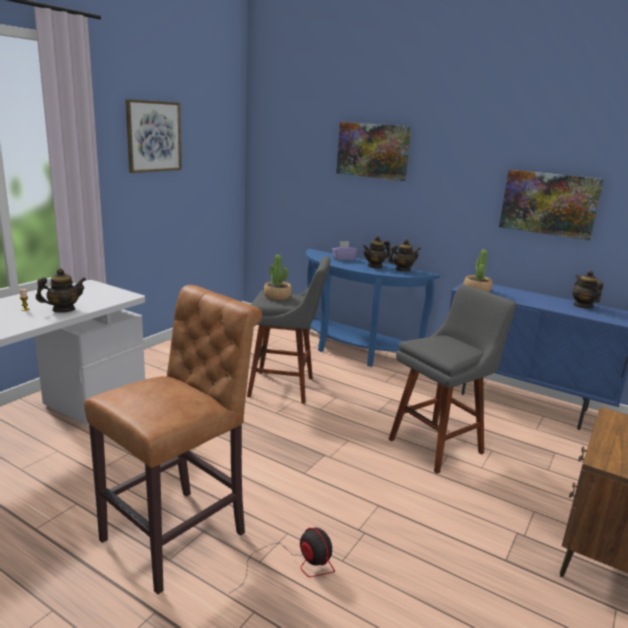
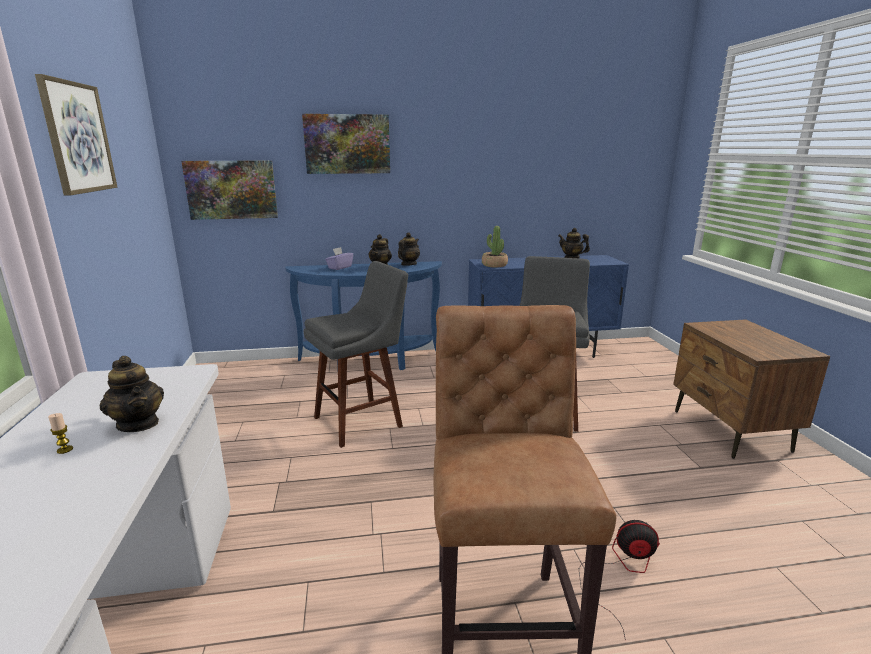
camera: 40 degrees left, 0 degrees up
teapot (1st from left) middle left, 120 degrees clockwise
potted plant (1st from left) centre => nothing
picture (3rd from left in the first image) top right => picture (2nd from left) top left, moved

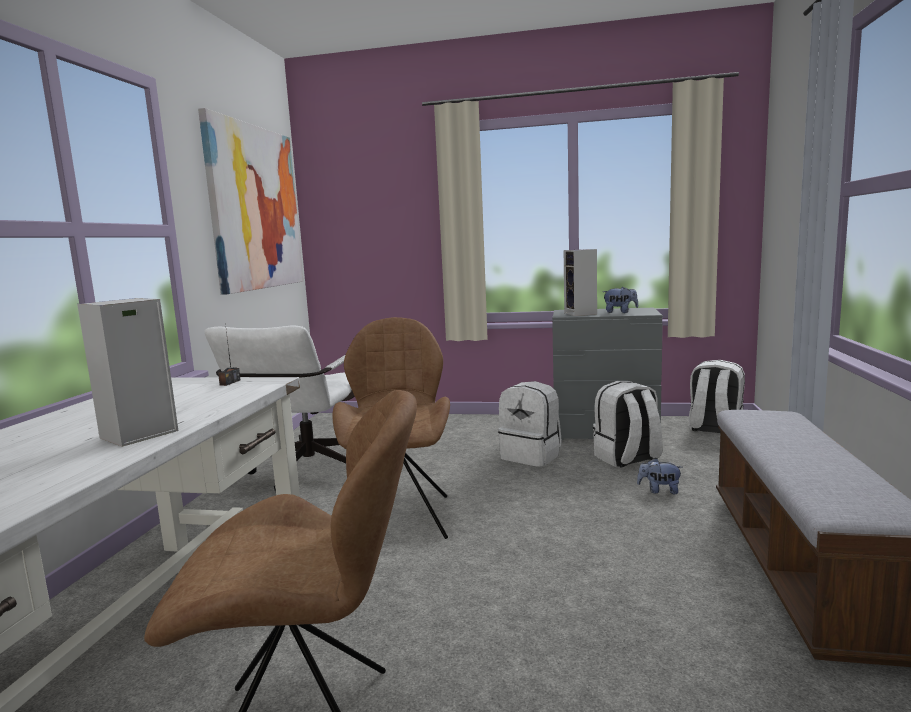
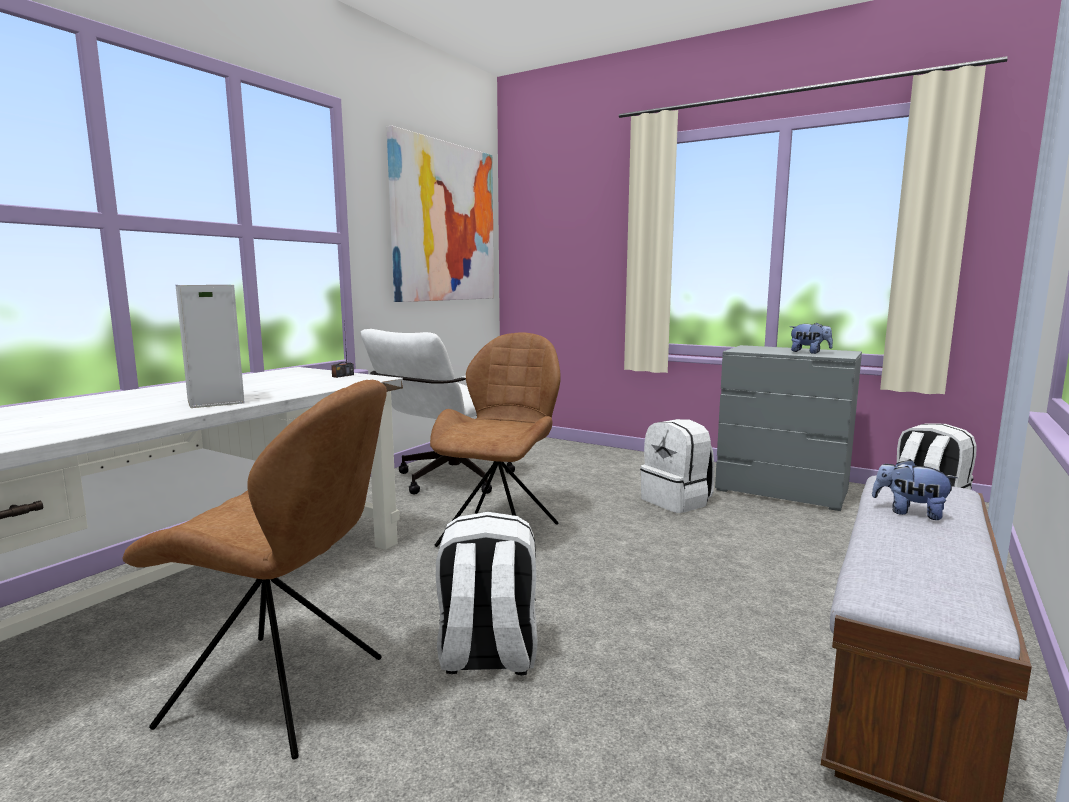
camera: 20 degrees right, 0 degrees up
speaker (2nd from left) centre => nothing
backpack in white (2nd from left in the first image) middle right => backpack in white (1st from left) bottom centre, moved
plush toy (2nd from left) bottom right => plush toy (2nd from left) middle right, moved

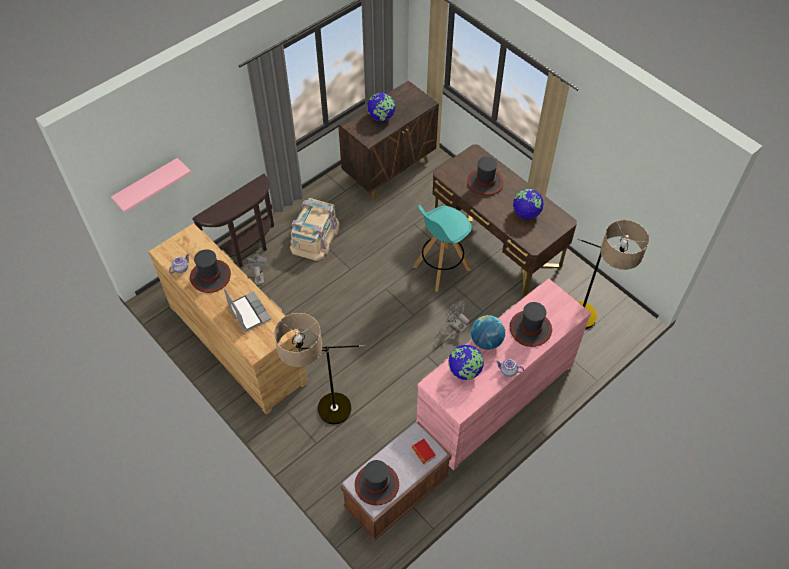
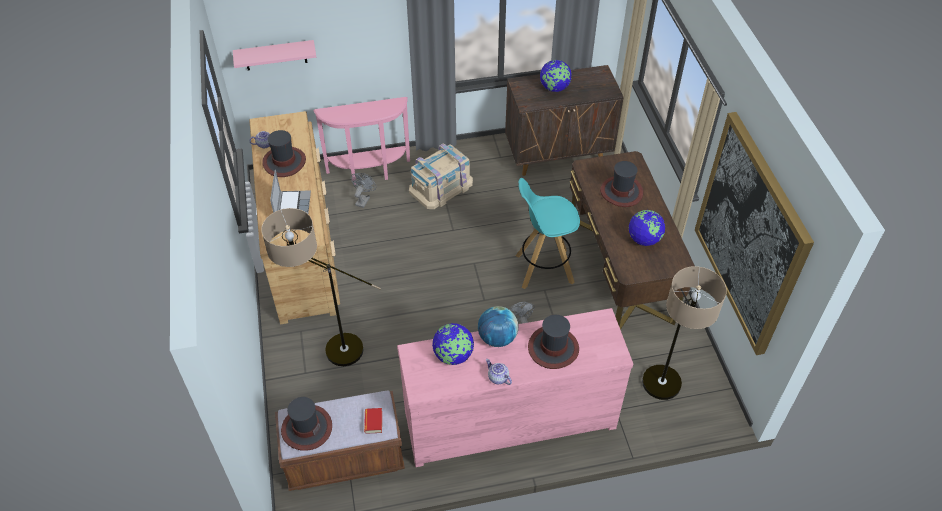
camera: 30 degrees right, 5 degrees down
console table in brown middle left => console table in pink top centre
nothing => picture middle right

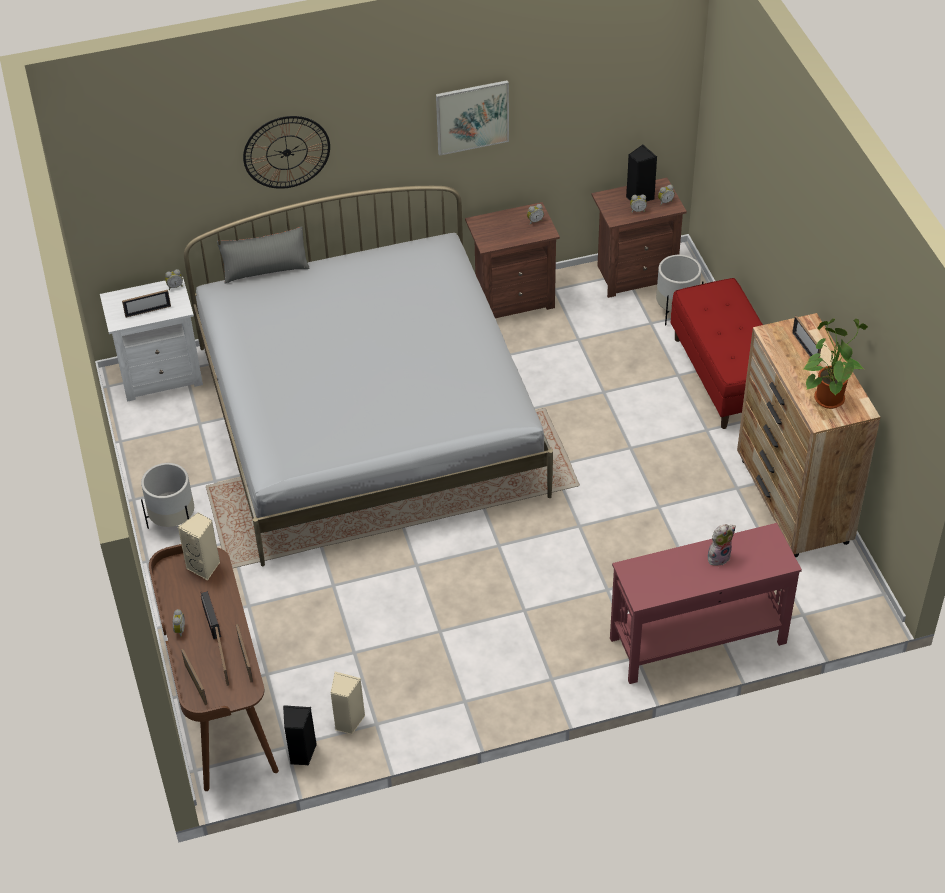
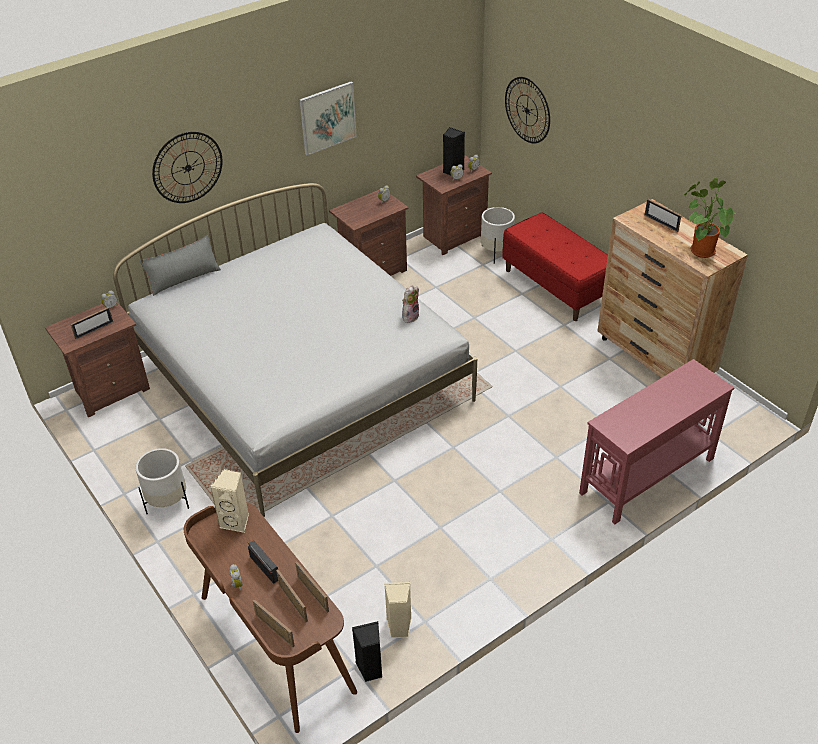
camera: 20 degrees left, 5 degrees down
nightstand in white middle left => nightstand in brown (1st from left) middle left
plush toy middle right => plush toy centre, moved
nothing => wall clock (2nd from left) top centre

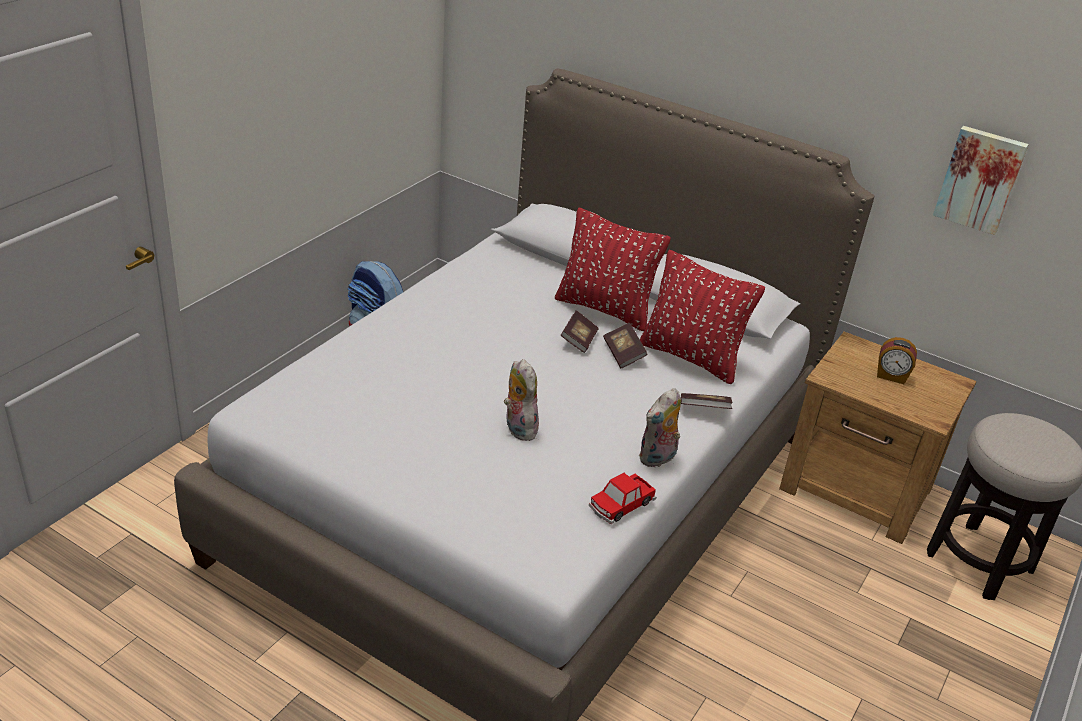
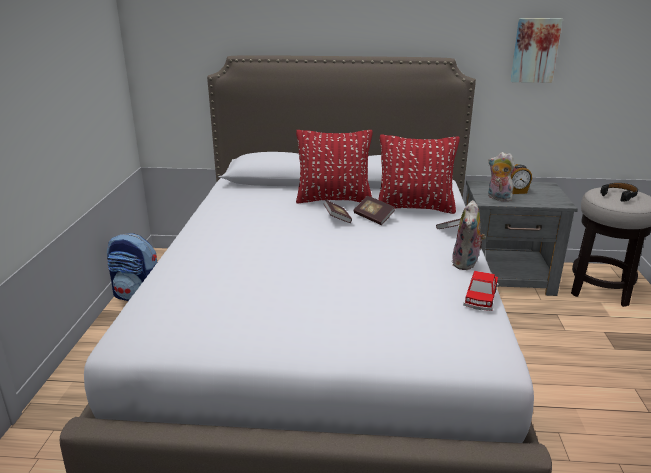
camera: 25 degrees left, 10 degrees down
plush toy (1st from left in the first image) centre => plush toy (2nd from left) middle right, moved
nightstand in brown middle right => nightstand in grey middle right
nothing => headphones in black middle right

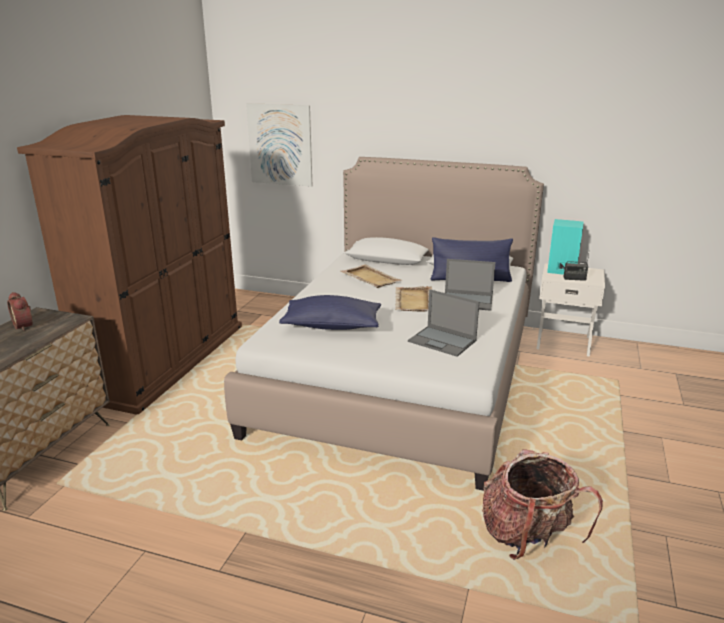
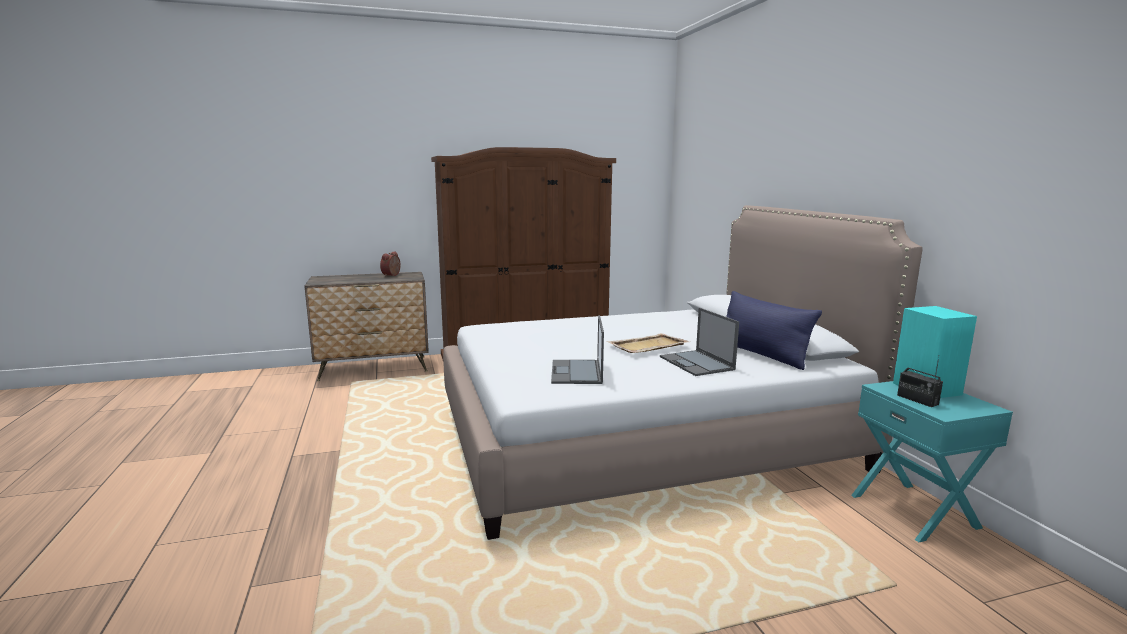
camera: 55 degrees right, 10 degrees down
picture top centre => nothing
pillow in blue (1st from left) centre => nothing
tray in beige (1st from left) centre => nothing
backpack bottom right => nothing
nightstand in white middle right => nightstand in turquoise bottom right

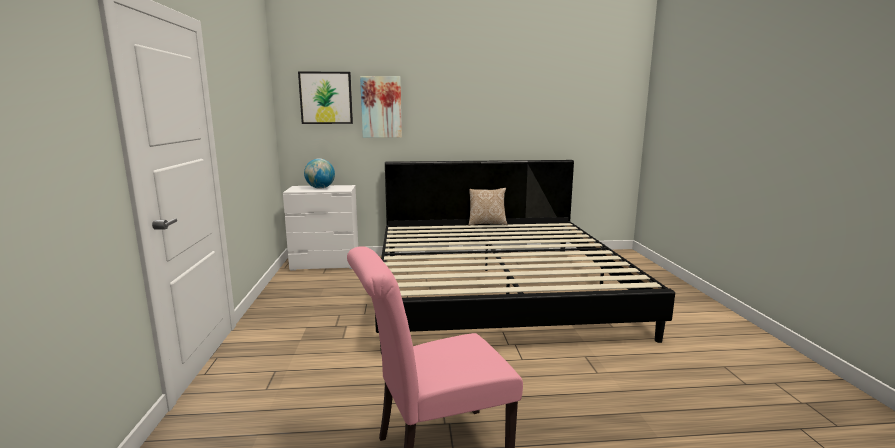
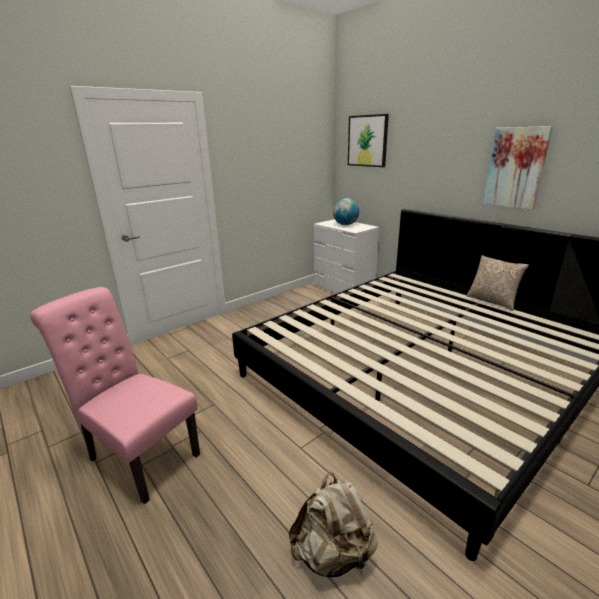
camera: 55 degrees right, 10 degrees up
picture (2nd from left) top centre => picture (2nd from left) top right, moved
nothing => backpack in beige bottom centre

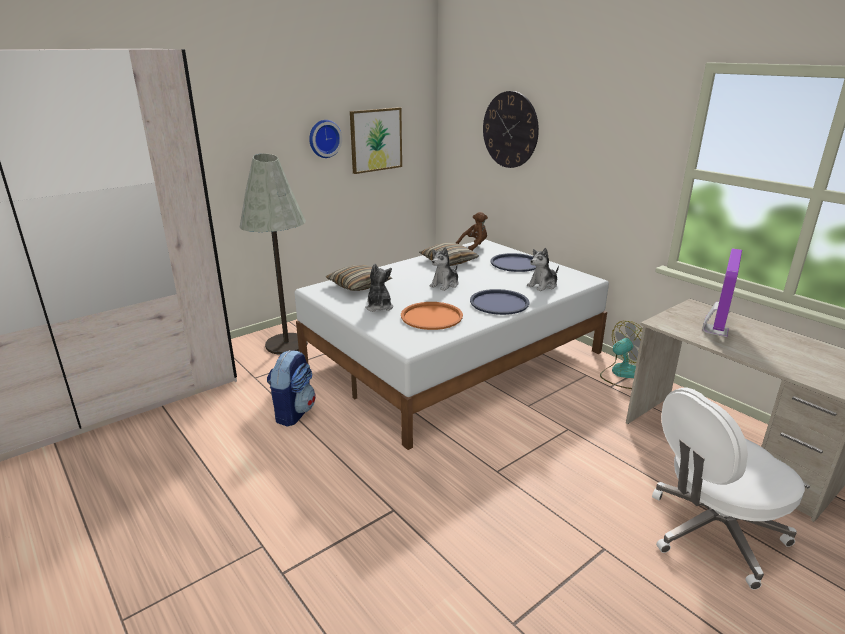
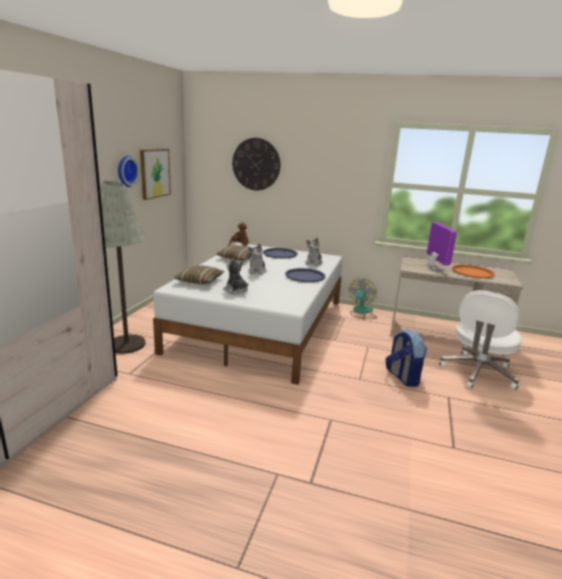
camera: 35 degrees left, 5 degrees down
backpack centre => backpack middle right, moved
tray in orange centre => tray in orange middle right, moved

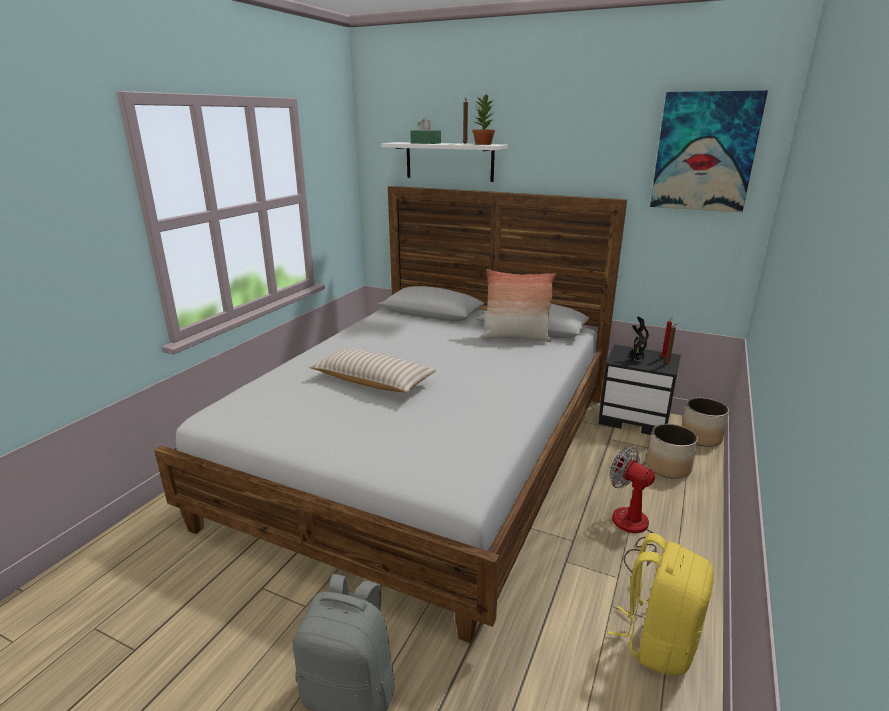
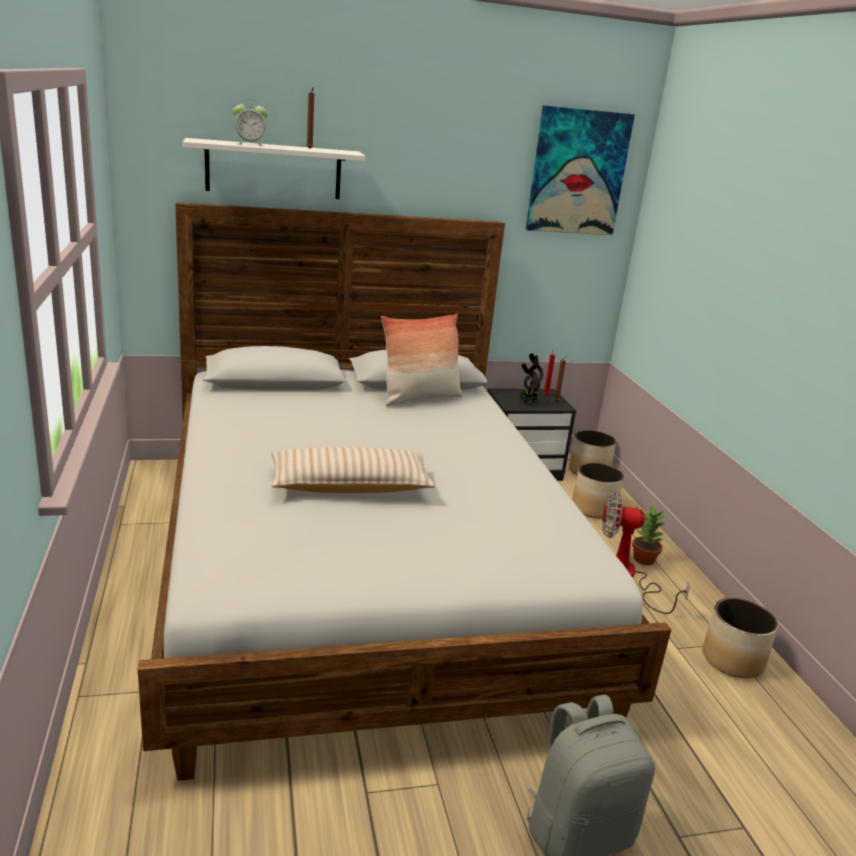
camera: 40 degrees left, 0 degrees up
tissue box in green top centre => alarm clock top left
potted plant (1st from left in the first image) top centre => potted plant (2nd from left) middle right, moved
backpack in yellow bottom right => planter (3rd from left) bottom right

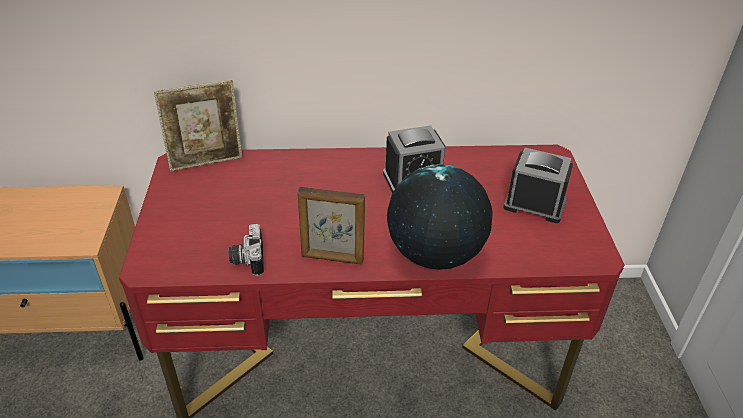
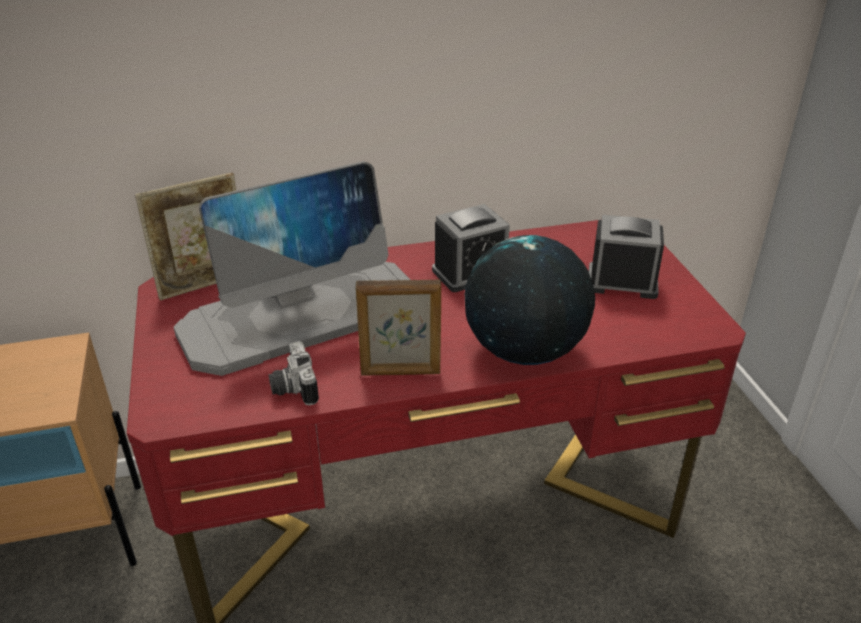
camera: 10 degrees left, 5 degrees down
nothing => monitor centre

